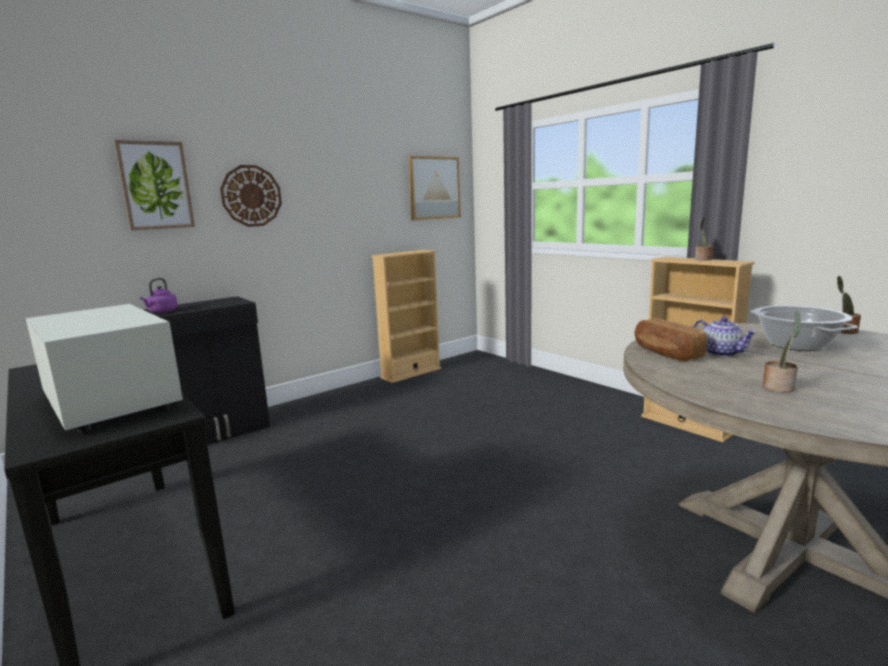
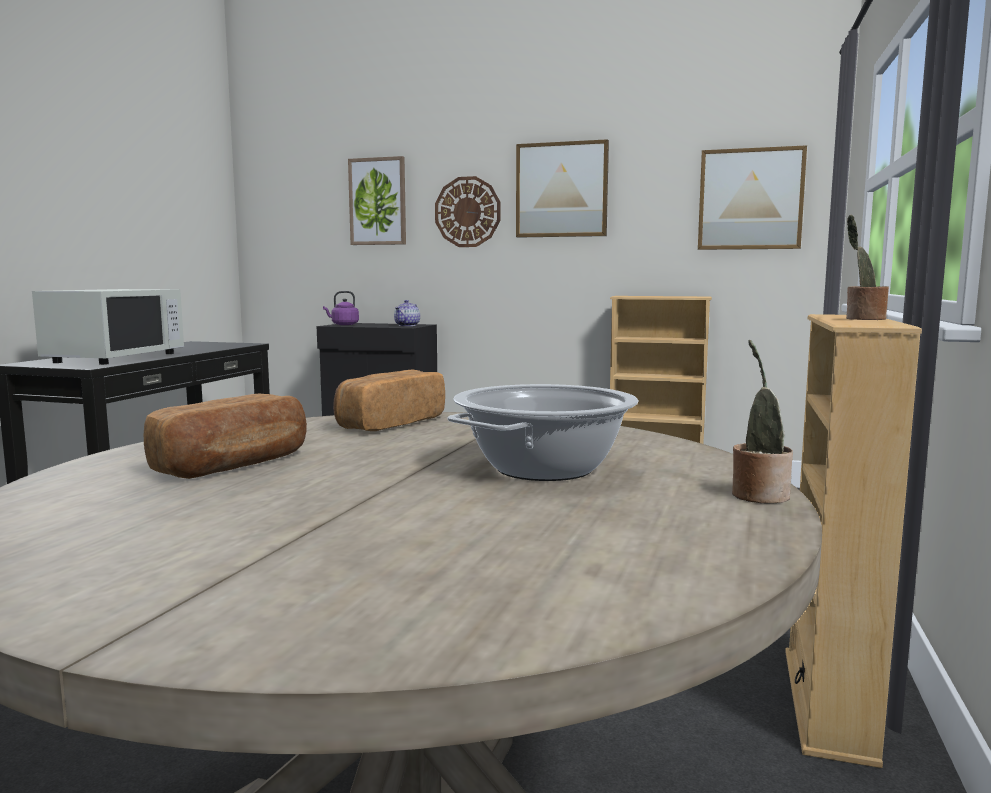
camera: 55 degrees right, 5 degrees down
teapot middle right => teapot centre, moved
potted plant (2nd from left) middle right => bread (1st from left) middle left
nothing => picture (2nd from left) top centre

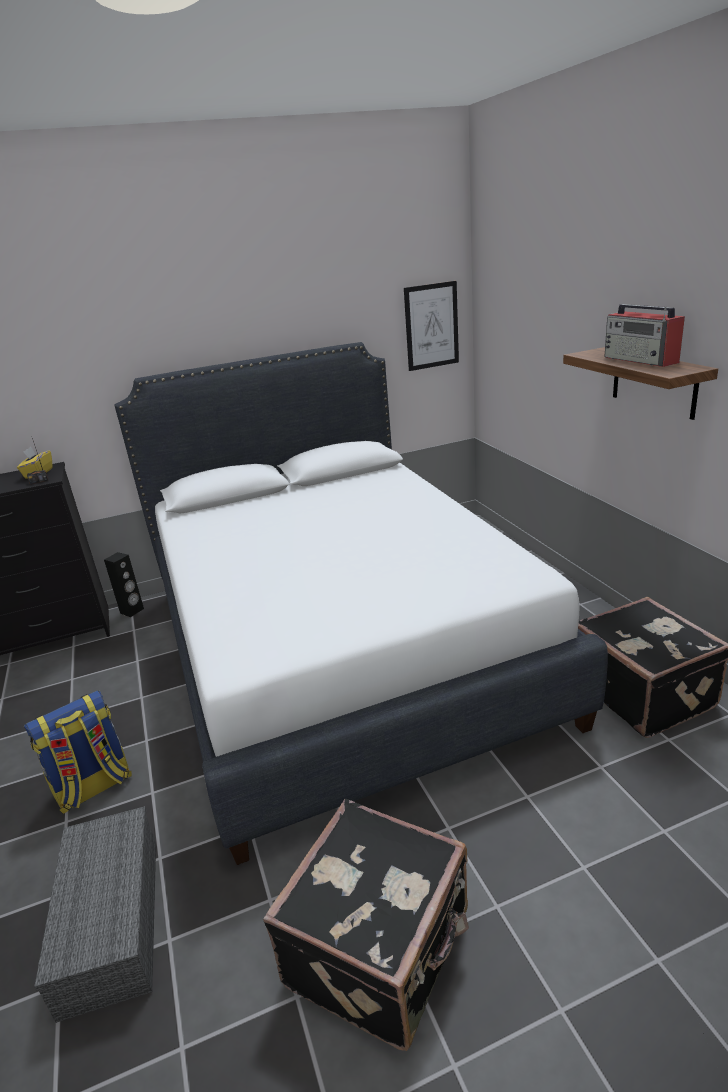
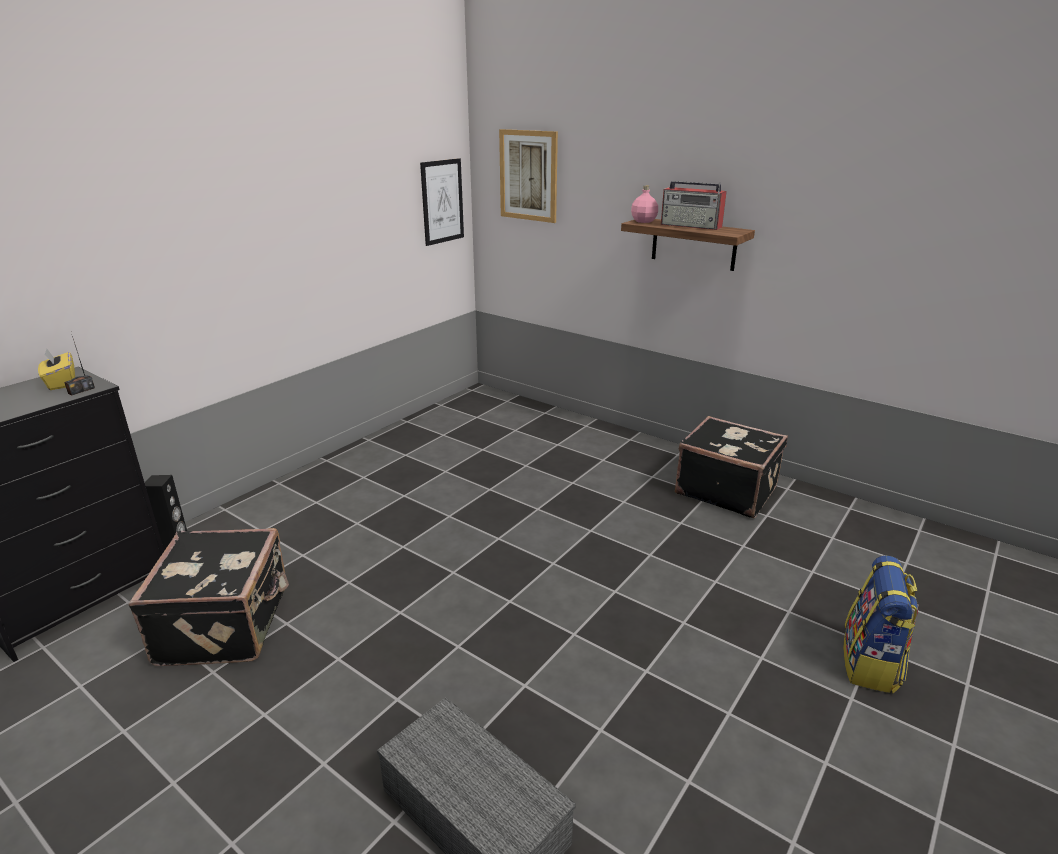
camera: 35 degrees left, 0 degrees up
backpack bottom left => backpack bottom right, moved
bed in white centre => nothing
suitcase in black (1st from left) bottom centre => suitcase in black (1st from left) bottom left, moved
nothing => picture (2nd from left) top centre
nothing => bottle in pink top centre

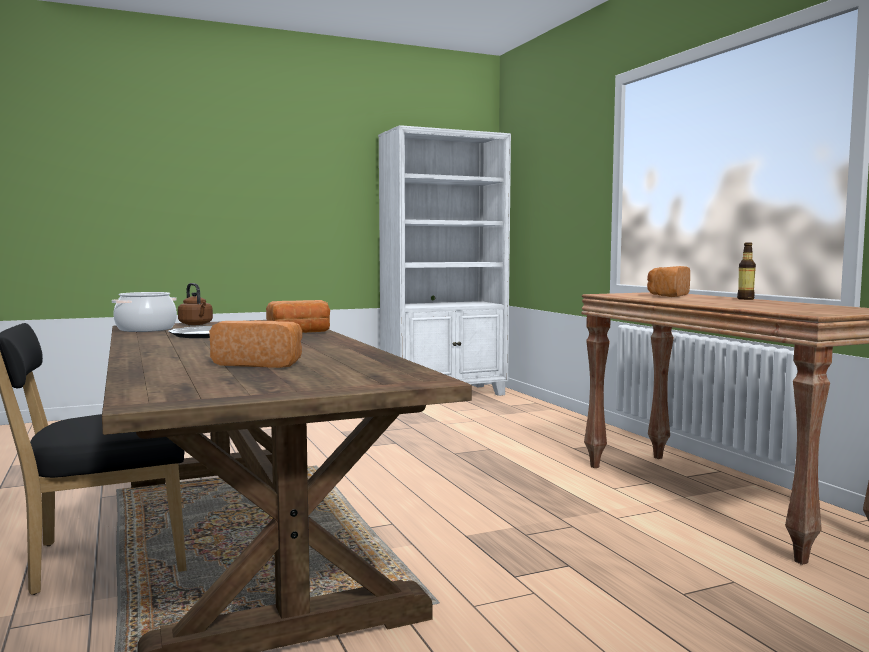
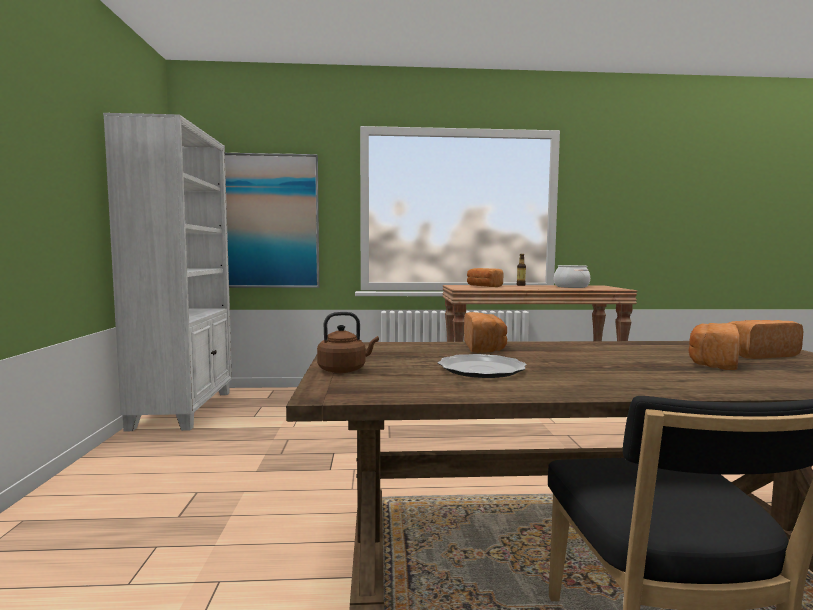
camera: 70 degrees left, 0 degrees up
cooking pot middle left => cooking pot middle right, moved
nothing => picture centre
nothing => bread (4th from left) middle right

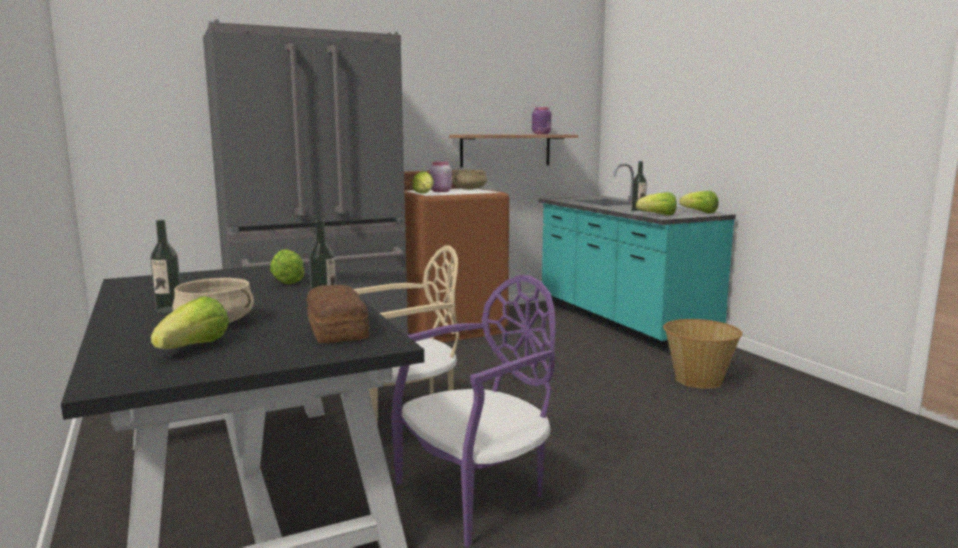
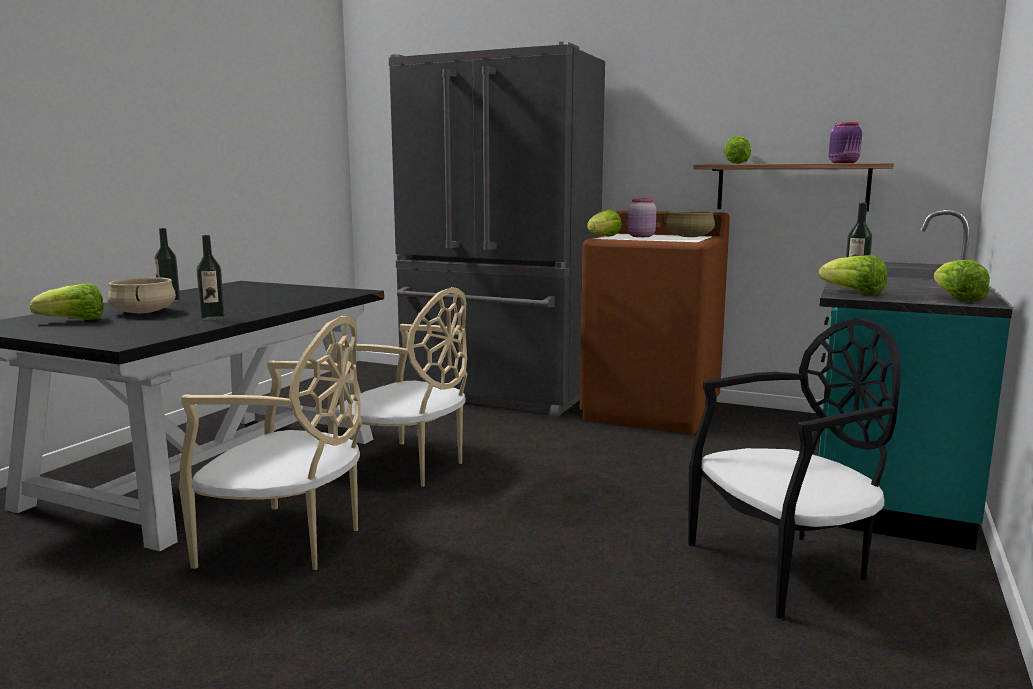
camera: 50 degrees right, 0 degrees up
lettuce (2nd from left in the first image) middle left => lettuce (3rd from left) top right, moved
bread centre => nothing
chair in purple bottom centre => chair in beige (1st from left) middle left
basket middle right => chair in black bottom right

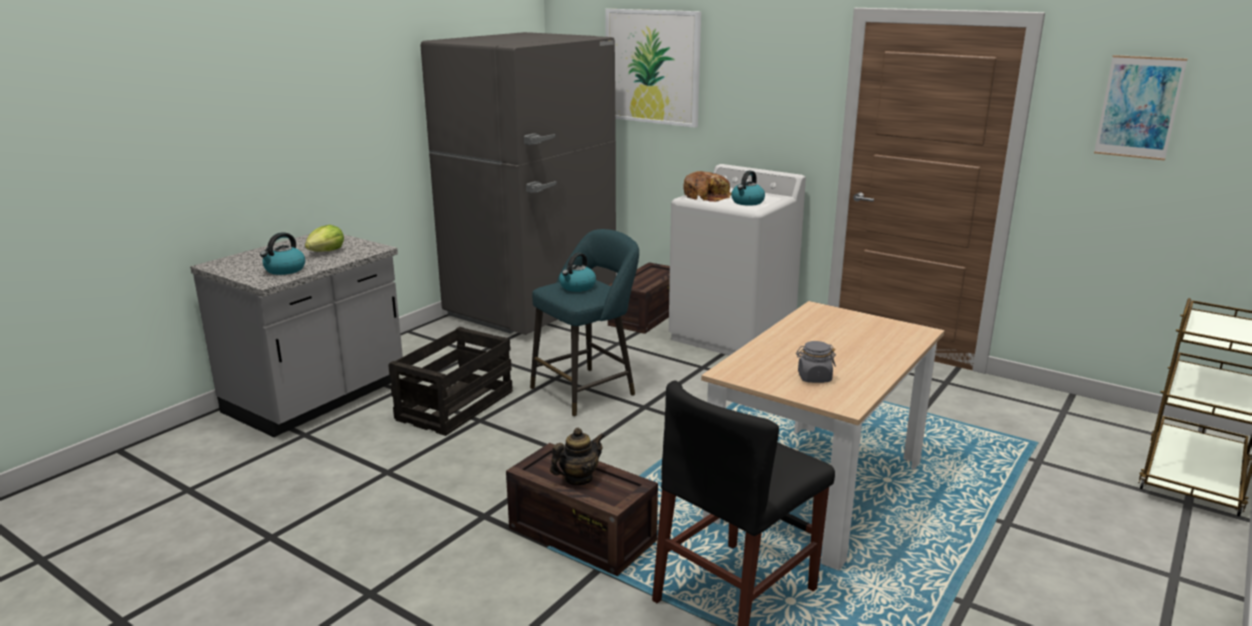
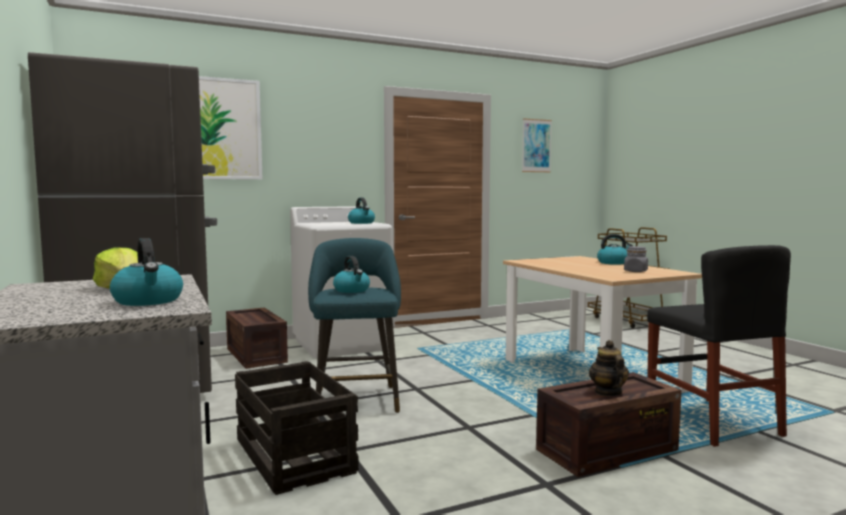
camera: 60 degrees left, 15 degrees down
bread top centre => nothing
nothing => kettle (4th from left) middle right

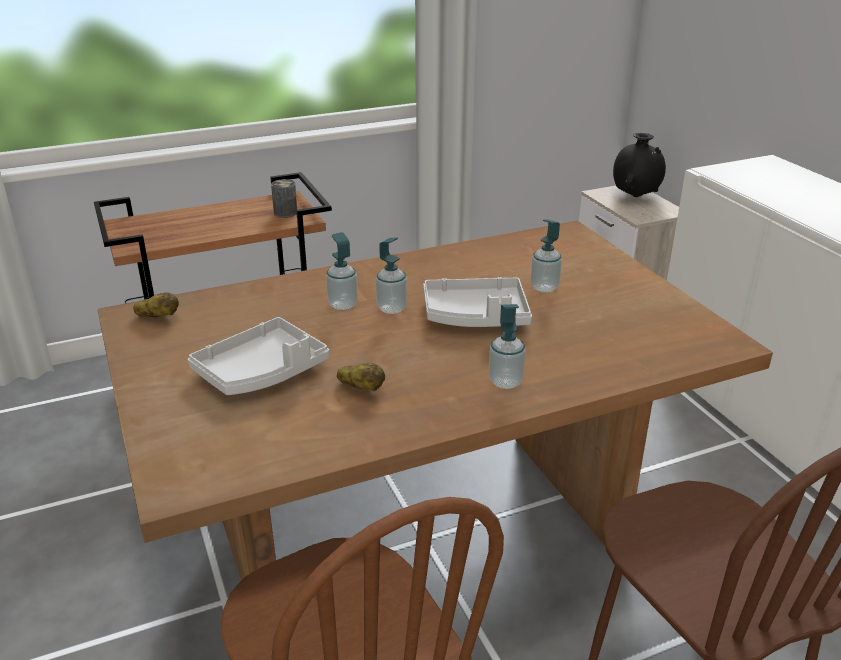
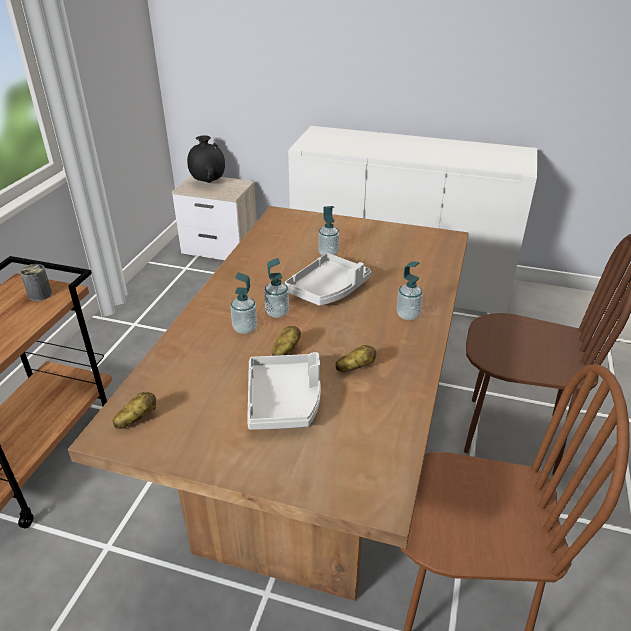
camera: 50 degrees left, 5 degrees up
nothing => potato (2nd from left) centre

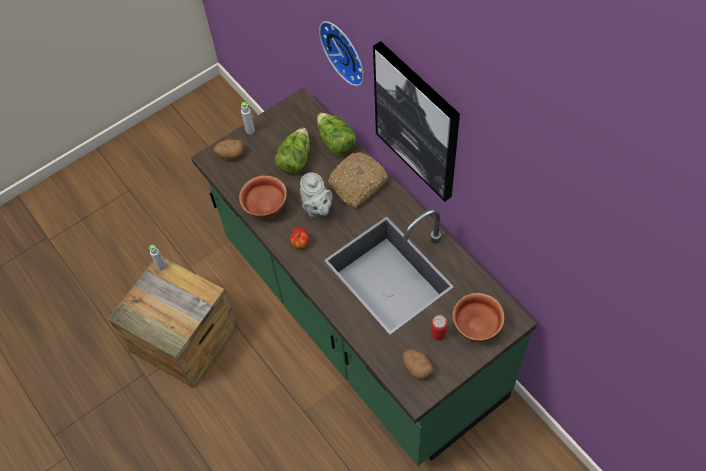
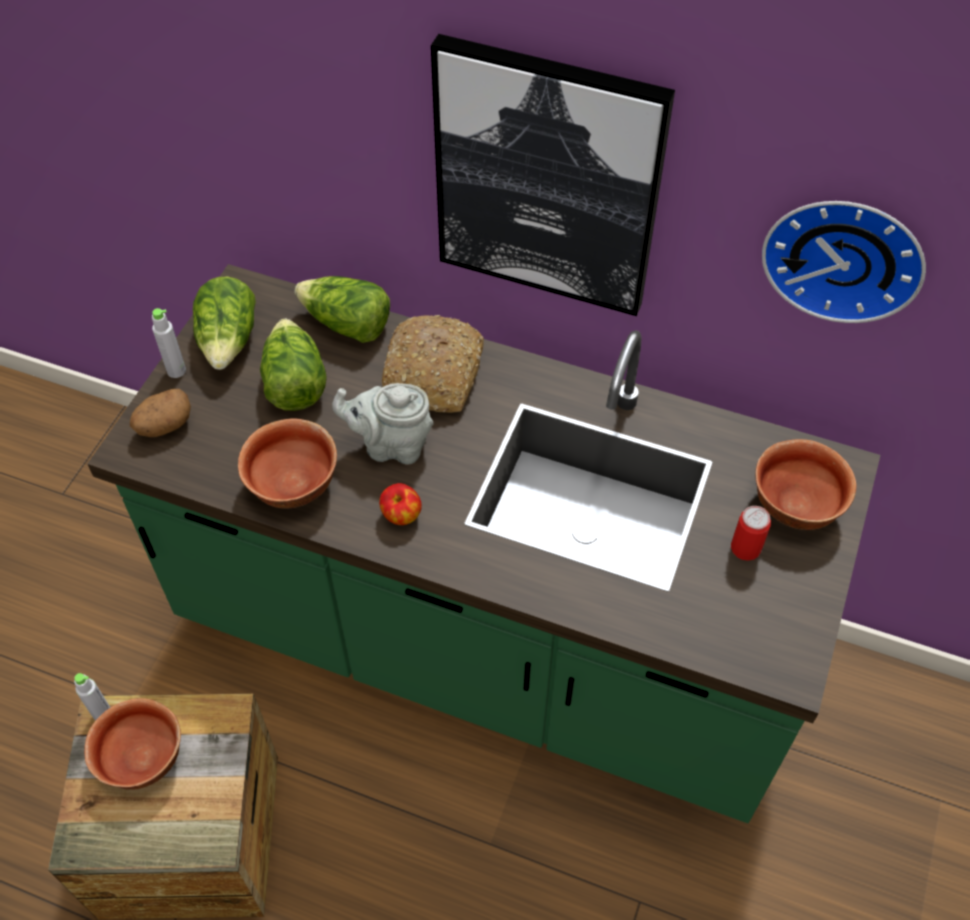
camera: 35 degrees left, 5 degrees down
teapot in grey centre, 150 degrees clockwise
wall clock top centre => wall clock top right, moved
potato (2nd from left) bottom centre => nothing
nothing => bowl (1st from left) bottom left
nothing => lettuce (1st from left) middle left

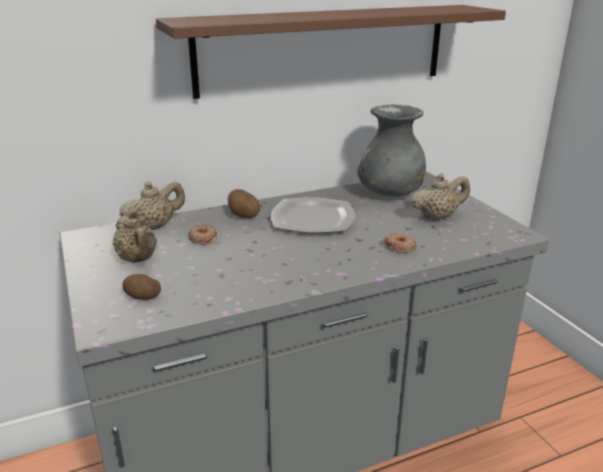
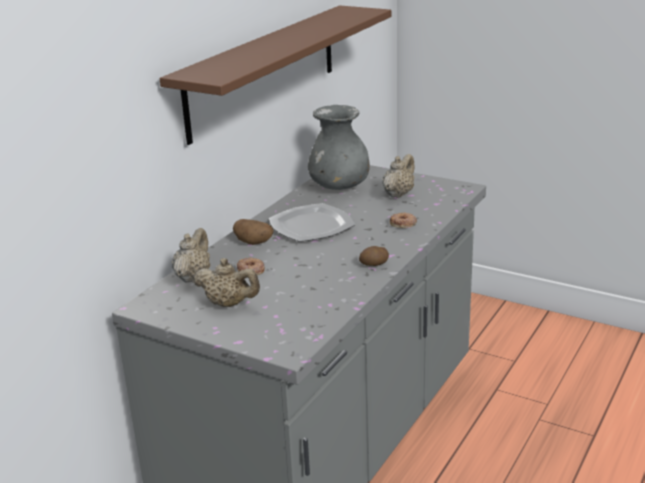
camera: 35 degrees left, 0 degrees up
potato (1st from left in the first image) middle left => potato (2nd from left) centre, moved

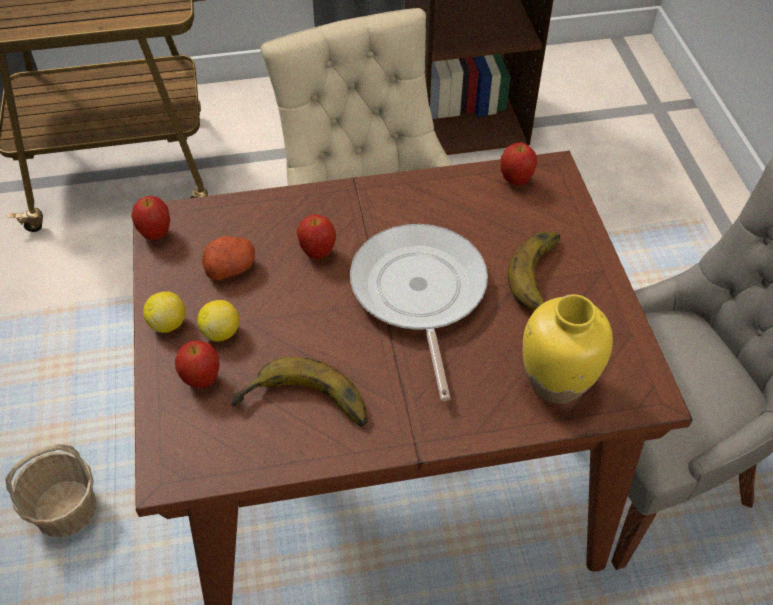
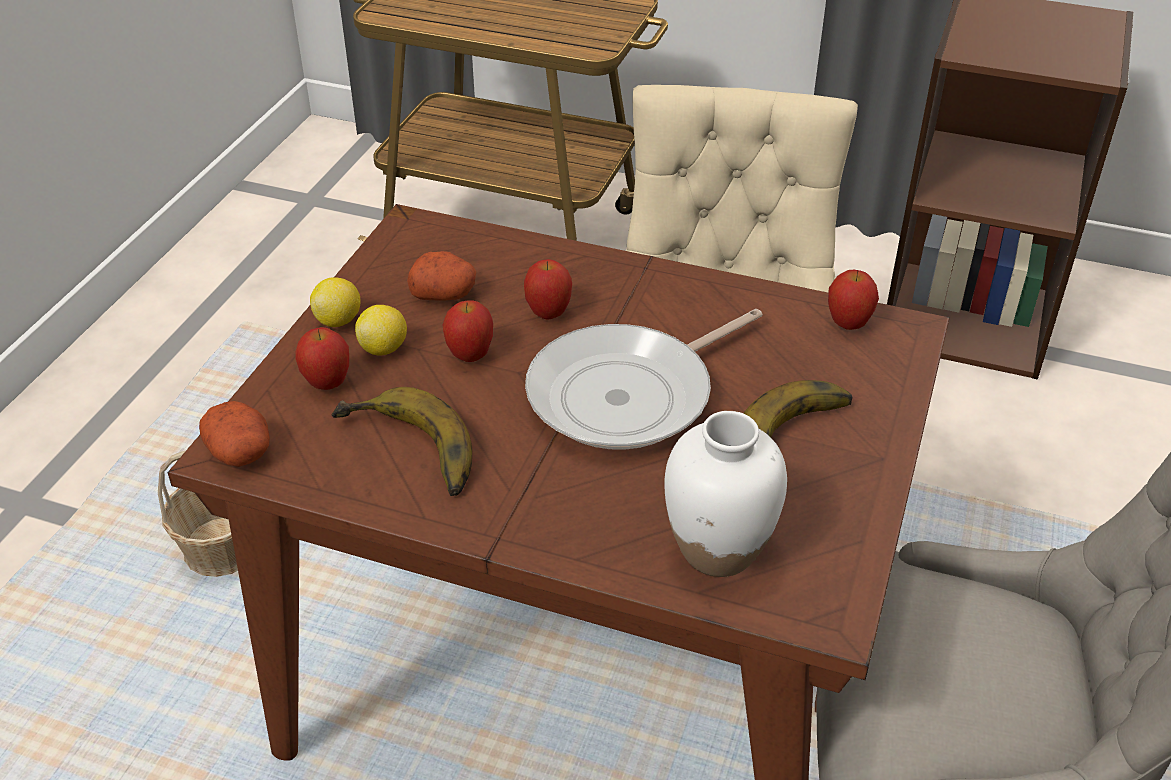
camera: 30 degrees right, 10 degrees down
apple (1st from left in the first image) middle left => apple (2nd from left) centre, moved
frying pan centre, 150 degrees counterclockwise
vase in yellow middle right => vase in white centre
nothing => potato (1st from left) middle left

